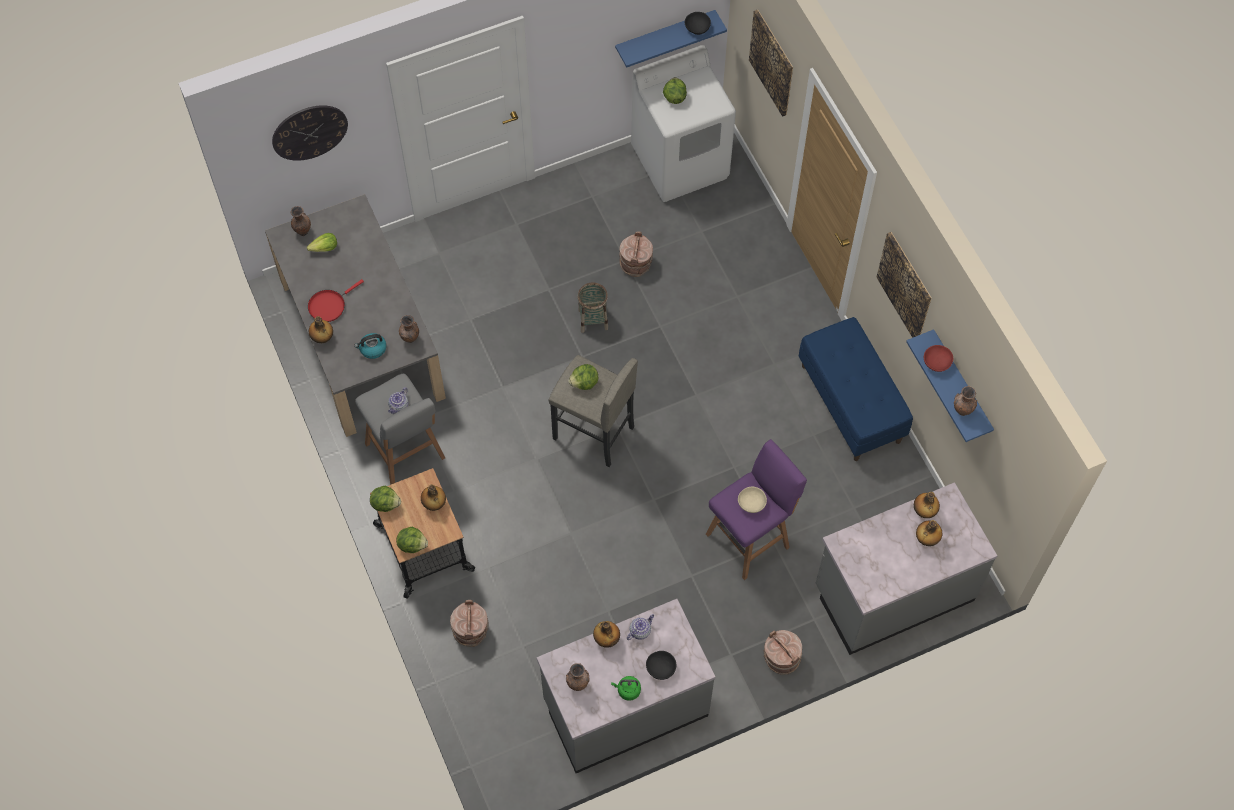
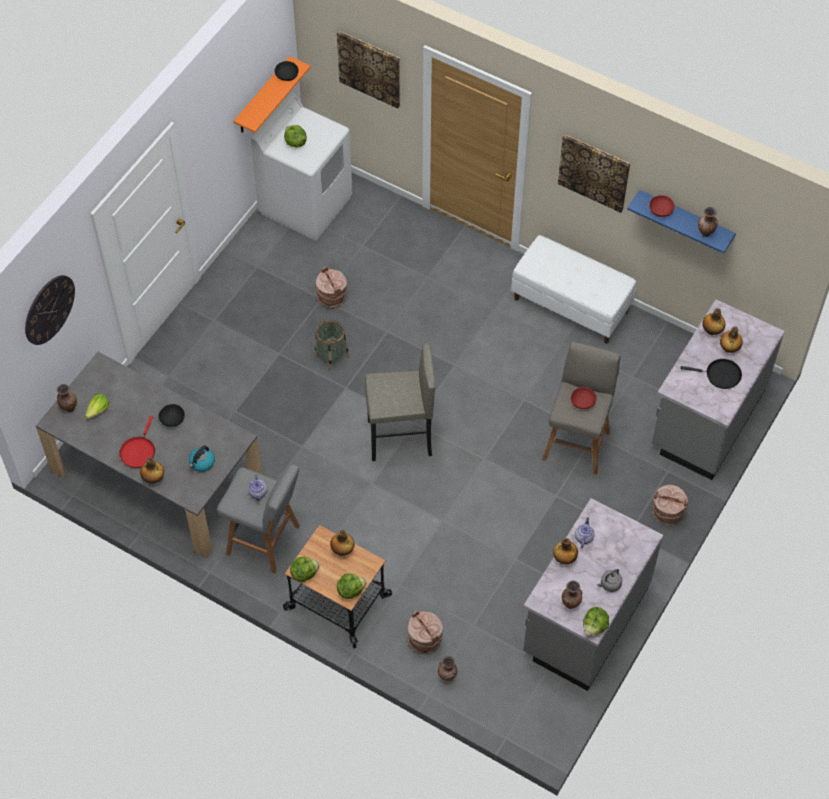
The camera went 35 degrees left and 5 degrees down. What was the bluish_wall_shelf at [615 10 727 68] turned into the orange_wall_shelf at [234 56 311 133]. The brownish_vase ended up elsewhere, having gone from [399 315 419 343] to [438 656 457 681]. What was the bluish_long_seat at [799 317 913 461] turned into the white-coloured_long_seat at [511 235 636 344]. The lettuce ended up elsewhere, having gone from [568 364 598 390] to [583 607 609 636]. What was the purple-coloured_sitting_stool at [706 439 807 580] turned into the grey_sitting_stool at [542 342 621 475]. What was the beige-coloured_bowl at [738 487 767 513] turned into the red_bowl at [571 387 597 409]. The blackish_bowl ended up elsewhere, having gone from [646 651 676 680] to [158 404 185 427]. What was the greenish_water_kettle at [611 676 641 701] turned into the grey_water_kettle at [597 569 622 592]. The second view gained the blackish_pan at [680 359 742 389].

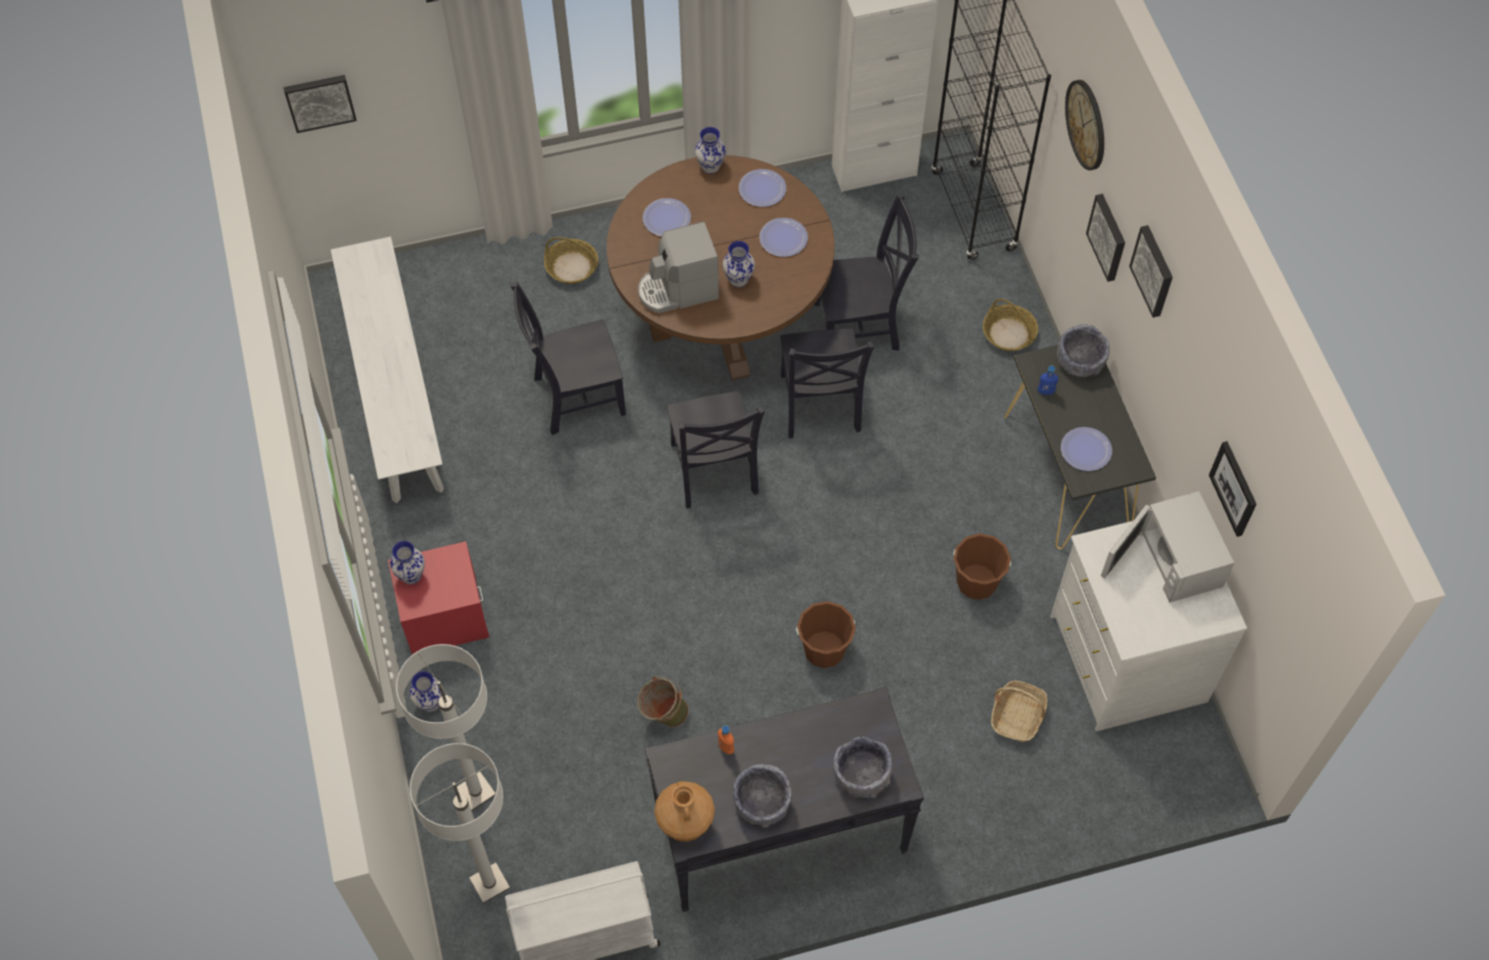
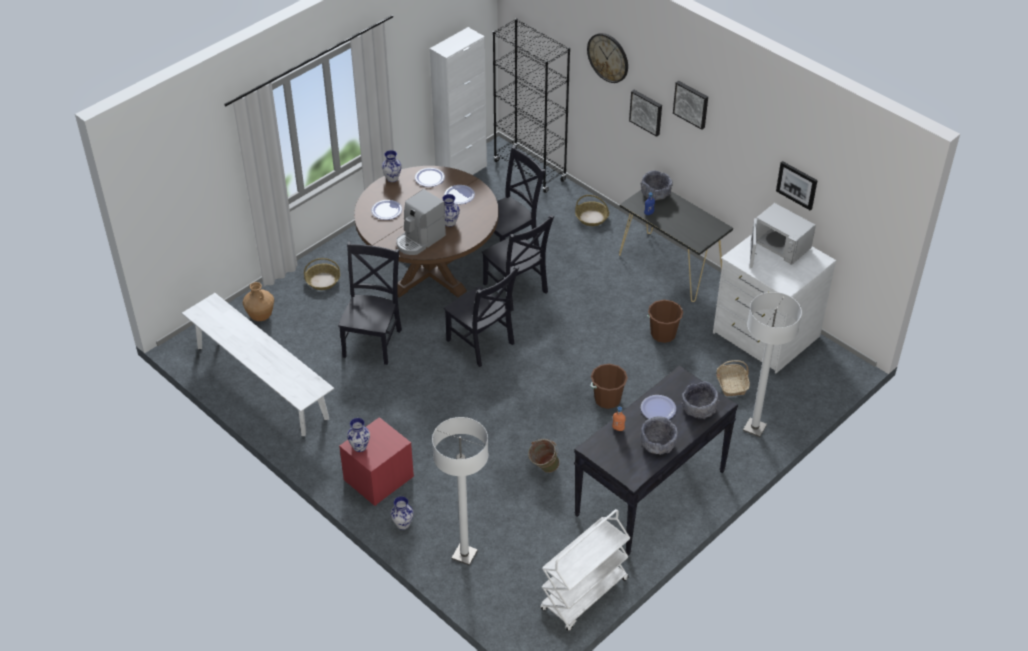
The camera went 30 degrees left and 15 degrees down. The second view lost the wall_picture at [283 75 357 133]. The blackish_upright_chair at [510 282 626 435] ended up facing another way, 150 degrees clockwise from before. The dinner_plate ended up elsewhere, having gone from [1061 427 1112 471] to [641 395 676 420]. The white-coloured_standing_lamp ended up elsewhere, having gone from [410 743 510 904] to [743 292 802 437]. The brownish_vase ended up elsewhere, having gone from [654 781 715 842] to [243 282 274 321].

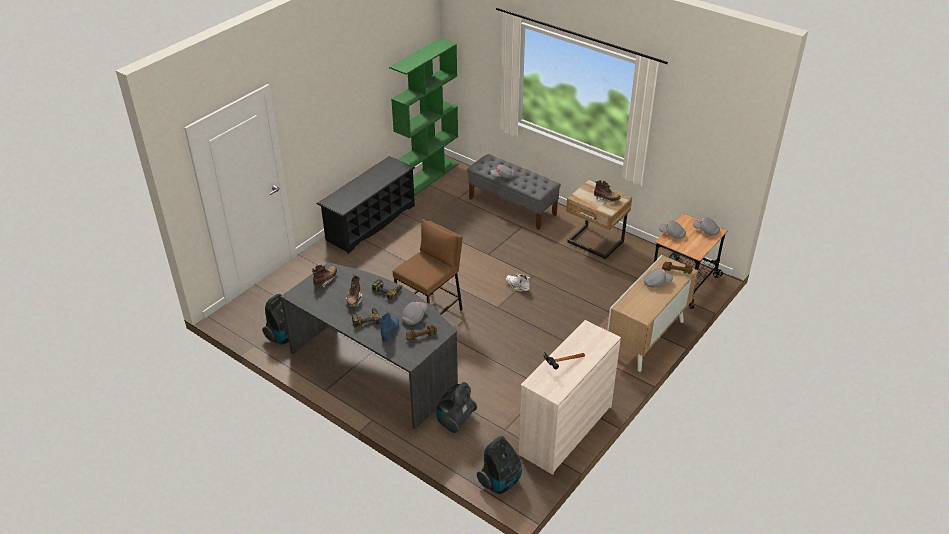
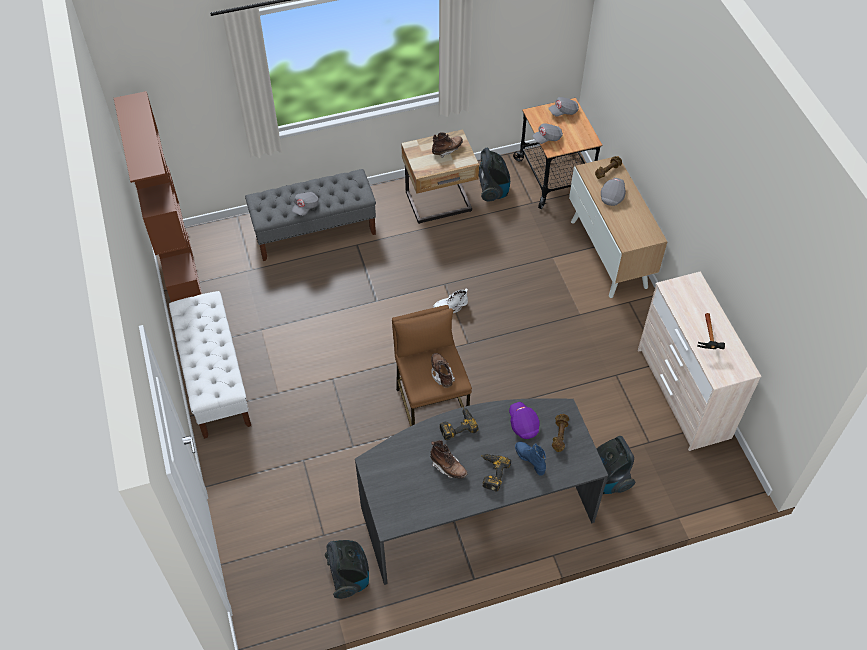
The camera went 55 degrees left and 15 degrees up. What was the greenish_bookshelf at [389 38 459 196] turned into the brownish_bookshelf at [114 91 202 302]. Where the blackish_shoe_stand stood at [317 156 415 254], the white-coloured_long_seat came to stand at [169 291 251 439]. The brownish_boot ended up elsewhere, having gone from [312 265 337 287] to [431 353 455 388]. What was the grey_peaked_cap at [402 302 427 325] turned into the purple-coloured_peaked_cap at [509 402 539 439]. The vacuum_cleaner ended up elsewhere, having gone from [477 436 522 494] to [479 148 510 202].

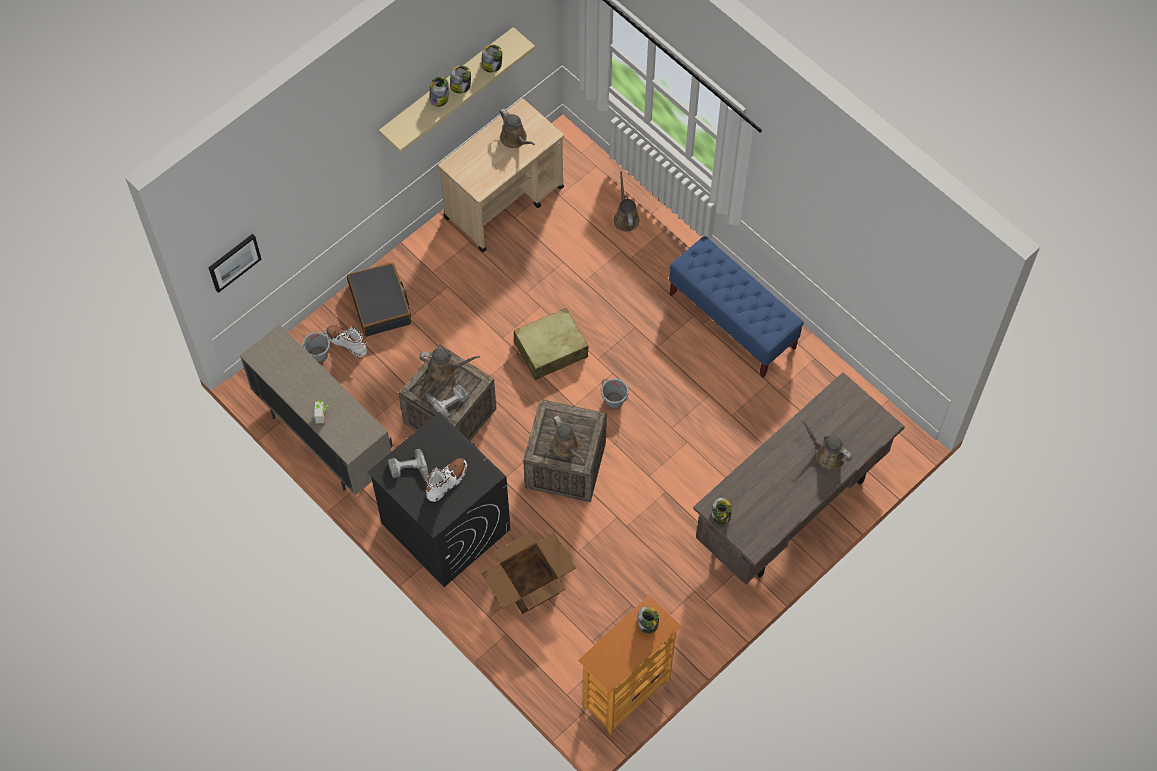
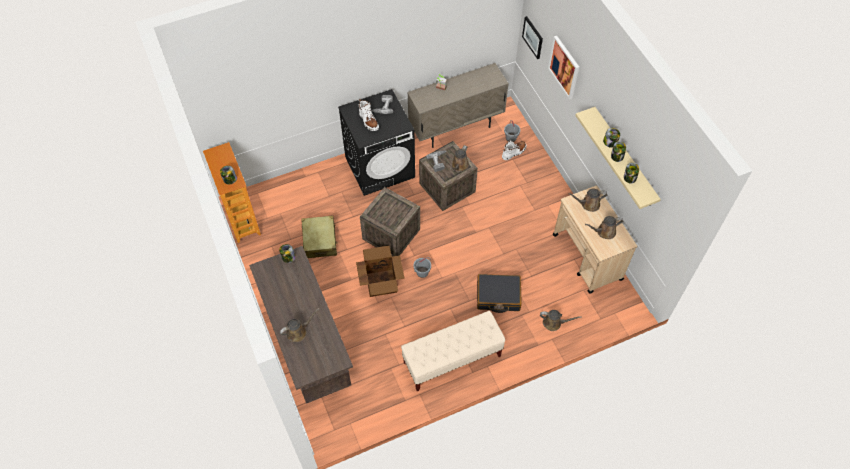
The camera went 110 degrees right and 5 degrees down. What was the bluish_long_seat at [669 236 804 378] turned into the beige-coloured_long_seat at [401 311 505 391]. The blackish_travel_case ended up elsewhere, having gone from [347 262 411 337] to [477 274 522 313]. The beige-coloured_travel_case ended up elsewhere, having gone from [514 308 588 380] to [301 215 337 258]. The brownish_watering_can ended up elsewhere, having gone from [551 416 585 463] to [568 189 607 212]. The carton ended up elsewhere, having gone from [481 532 576 614] to [356 246 404 297]. The second view gained the wall_picture at [548 36 579 99].

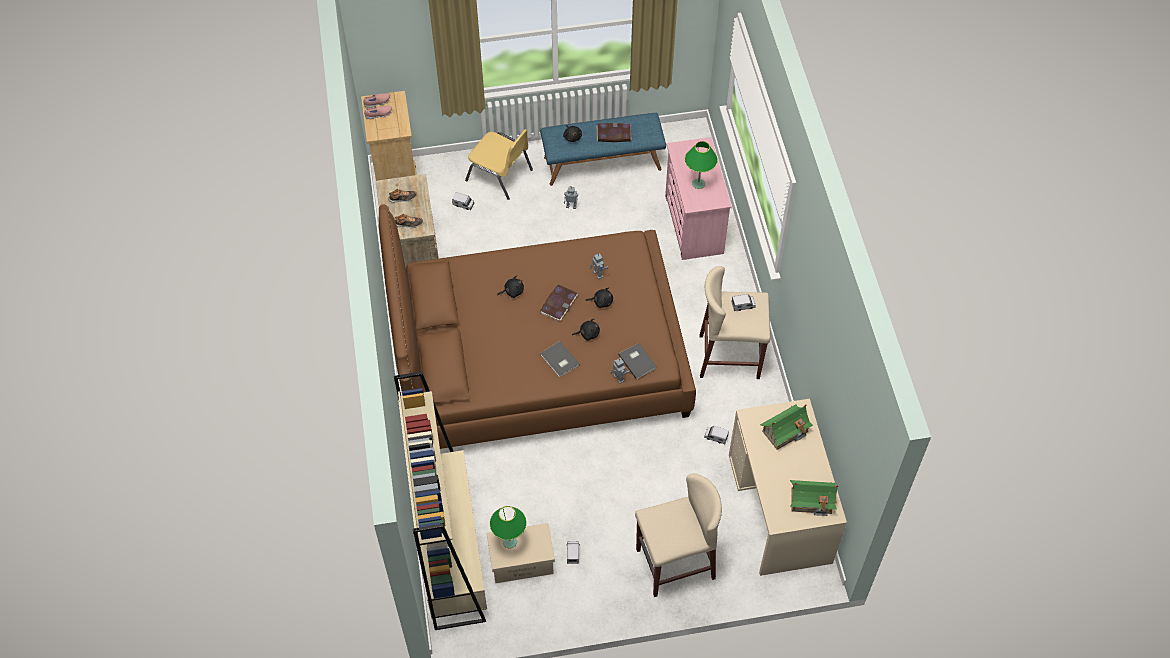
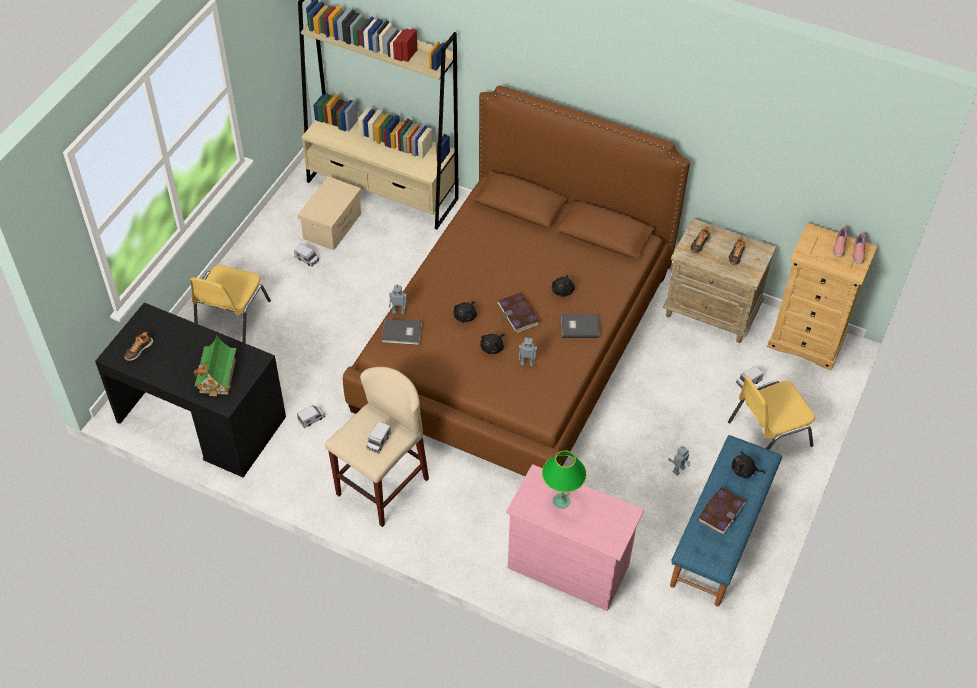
The camera went 125 degrees right and 5 degrees down. The grey_volume ended up elsewhere, having gone from [541 341 580 378] to [561 314 600 338]. What was the beige-coloured_desk at [729 399 847 576] turned into the blackish_desk at [95 303 286 478]. Where the beige-coloured_sitting_stool stood at [635 473 722 597], the yellow-coloured_upright_chair came to stand at [190 265 271 343]. Where the toy_house stood at [790 480 838 516], the low_shoe came to stand at [124 332 153 361]. The second view lost the greenish_table_lamp at [490 506 527 548].

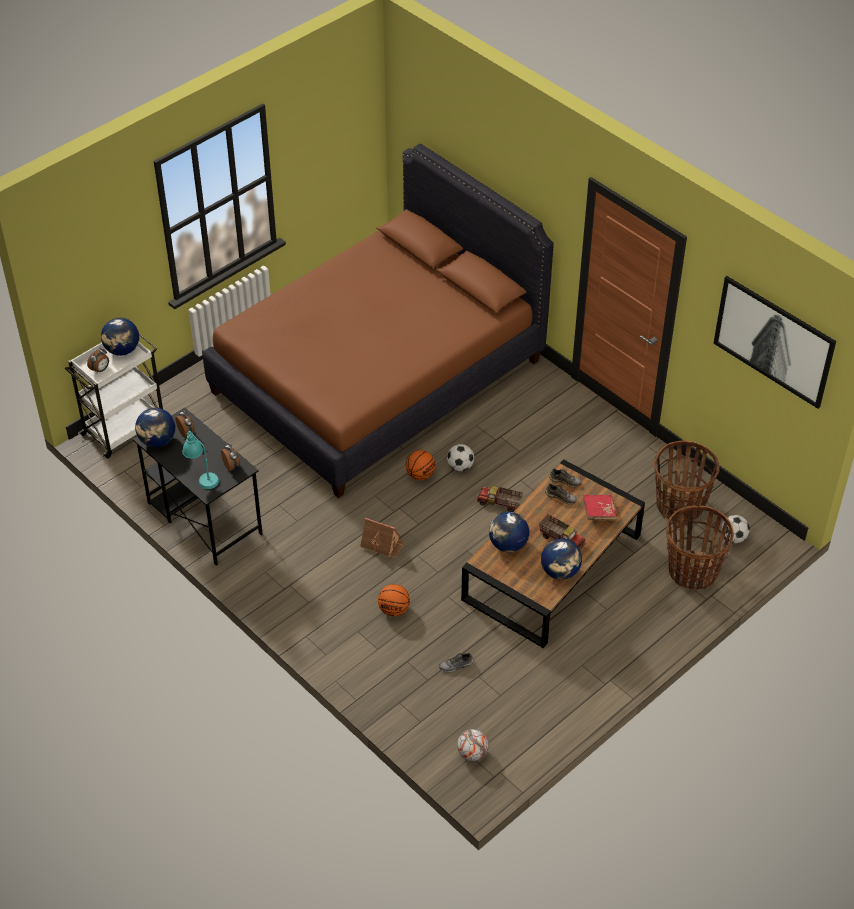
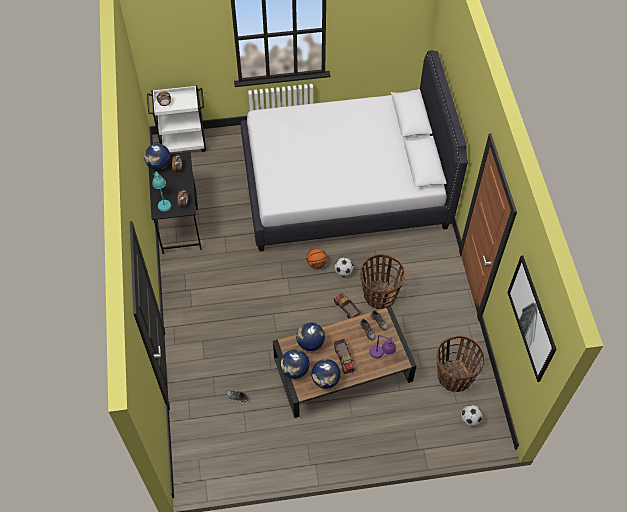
The camera went 35 degrees right and 10 degrees up. What was the brownish_bed at [203 144 554 498] turned into the white-coloured_bed at [240 50 468 252]. The world_globe ended up elsewhere, having gone from [101 318 139 356] to [280 349 310 379]. Where the red_volume stood at [582 495 617 520], the purple-coloured_table_lamp came to stand at [369 335 396 358]. The storage_basket ended up elsewhere, having gone from [666 505 734 590] to [360 254 405 309]. The second view lost the toy_house at [360 518 405 559]. The second view lost the ball_for_basketball at [378 584 410 616]. The second view lost the football_ball at [457 729 489 761].

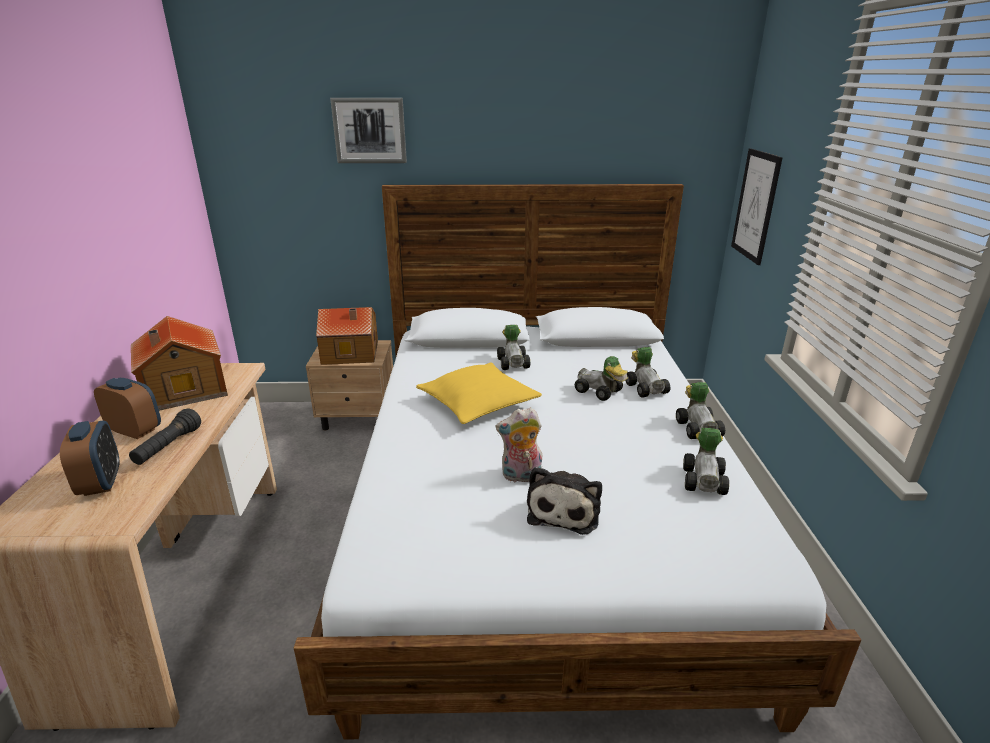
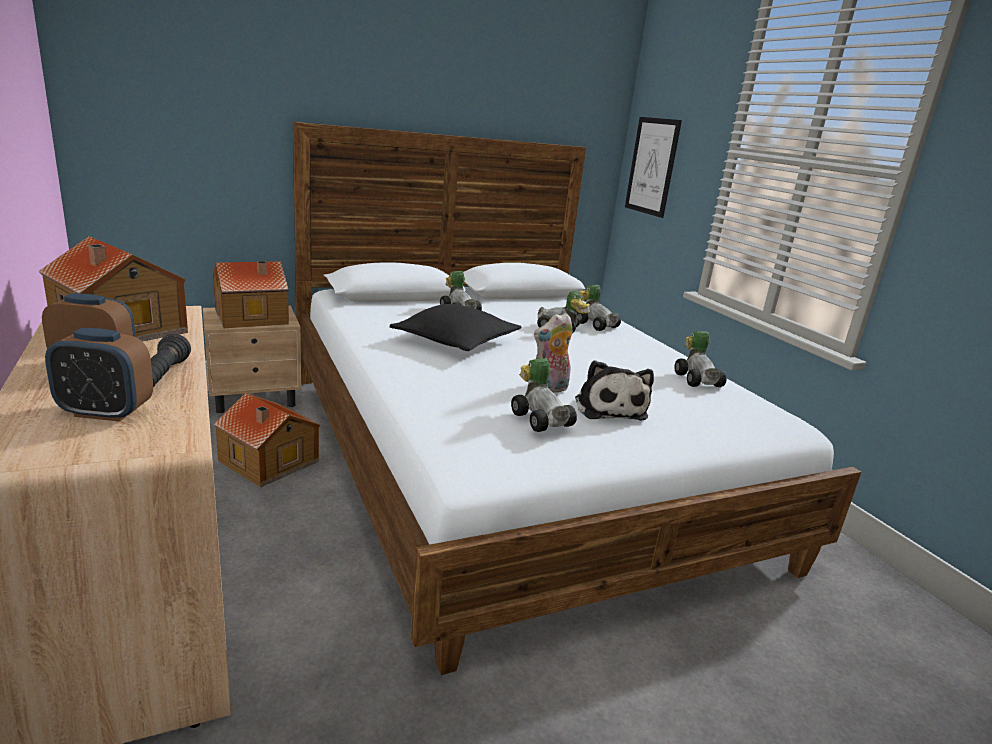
The camera went 25 degrees left and 5 degrees down. The second view lost the wall_picture at [330 98 407 163]. What was the yellow-coloured_throw_pillow at [416 362 542 424] turned into the blackish_throw_pillow at [389 304 521 351]. The model_car ended up elsewhere, having gone from [676 382 725 439] to [511 358 577 432]. The bedside_clock at [60 421 119 496] ended up facing another way, 135 degrees clockwise from before. The second view gained the toy_house at [214 393 320 487].

